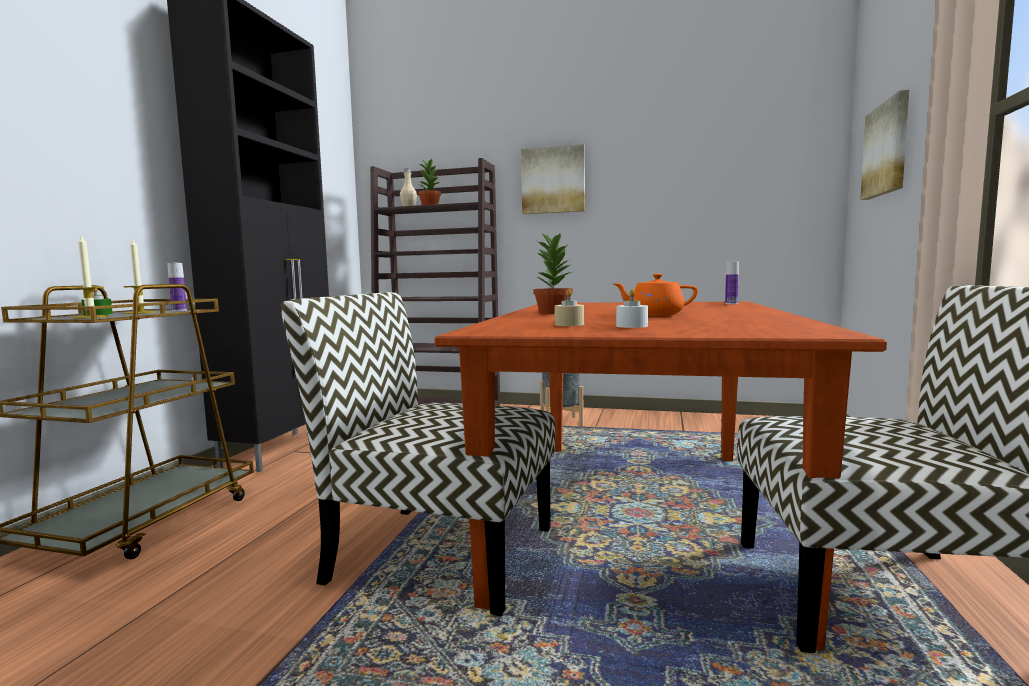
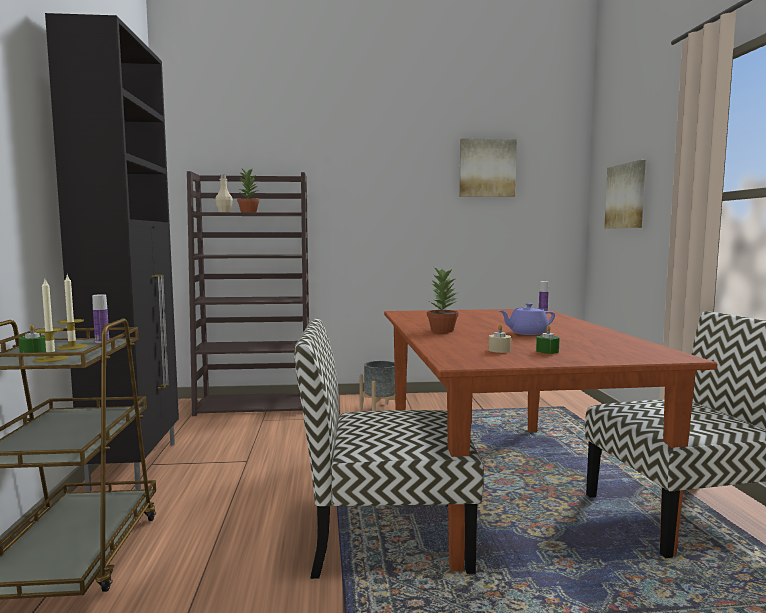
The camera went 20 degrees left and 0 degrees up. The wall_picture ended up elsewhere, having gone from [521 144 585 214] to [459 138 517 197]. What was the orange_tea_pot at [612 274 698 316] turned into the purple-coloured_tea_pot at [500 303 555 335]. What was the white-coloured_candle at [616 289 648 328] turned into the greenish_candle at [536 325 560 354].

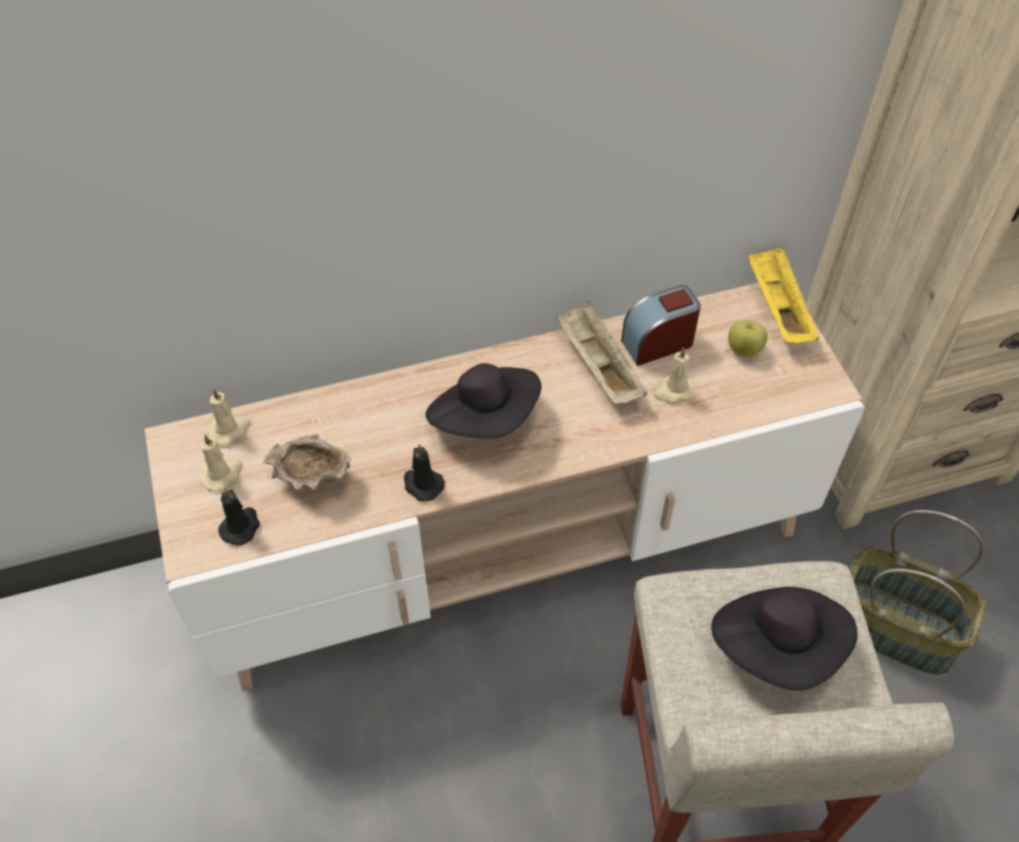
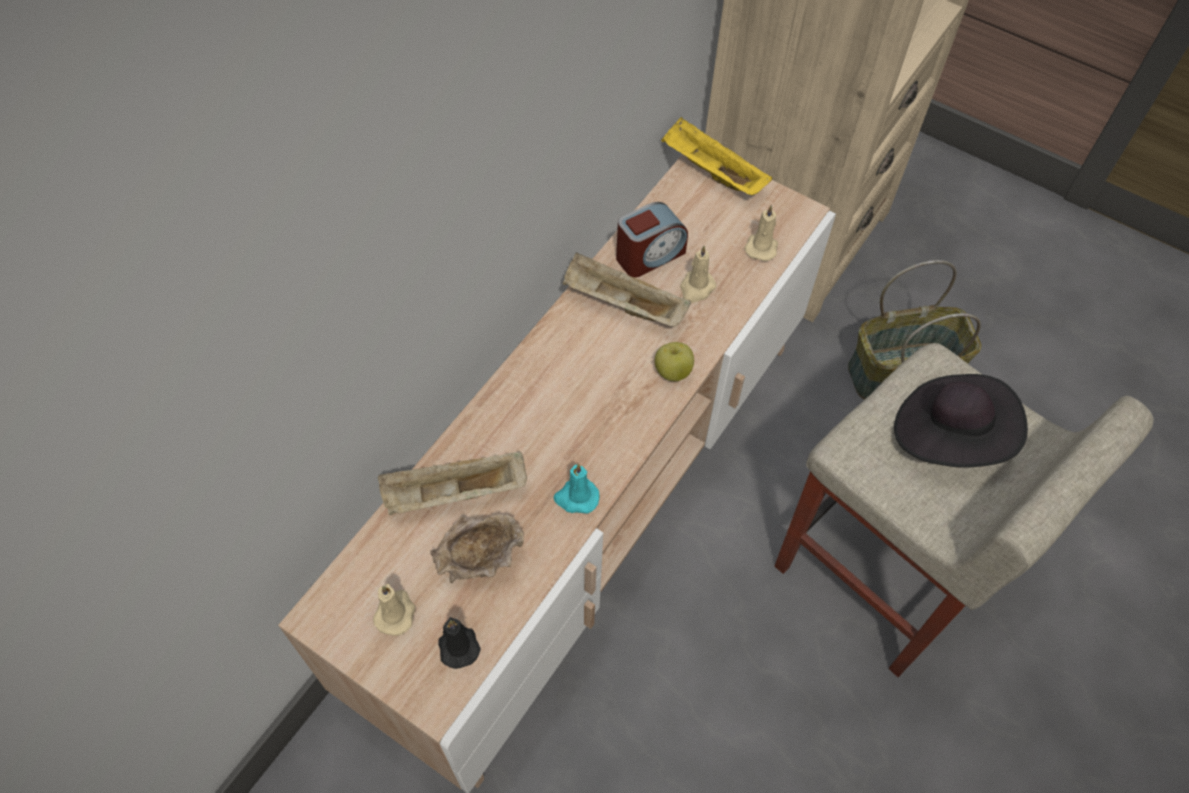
The camera went 40 degrees left and 5 degrees up. The bedside_clock at [621 285 701 366] ended up facing another way, 150 degrees counterclockwise from before. The whole_apple ended up elsewhere, having gone from [728 320 768 356] to [655 342 694 381]. The second view lost the blackish_clothing_hat at [425 363 541 439]. The beige-coloured_candle ended up elsewhere, having gone from [208 388 251 446] to [744 205 778 261]. What was the blackish_candle at [404 444 444 501] turned into the turquoise_candle at [553 464 599 513]. The second view gained the beige-coloured_serving_tray at [378 451 527 515].

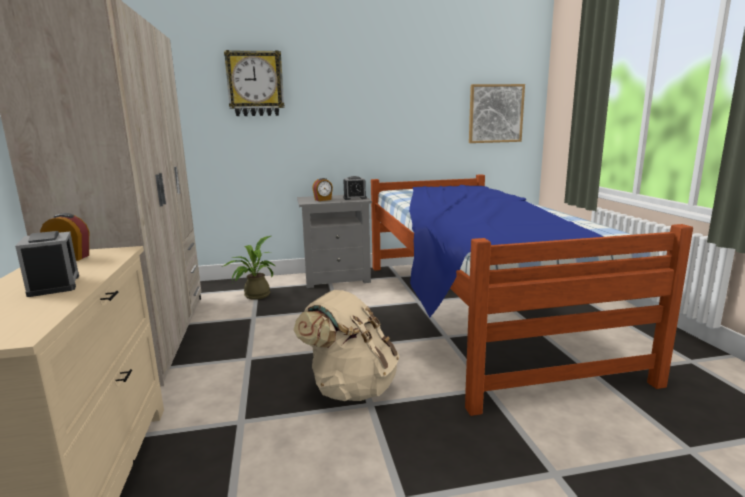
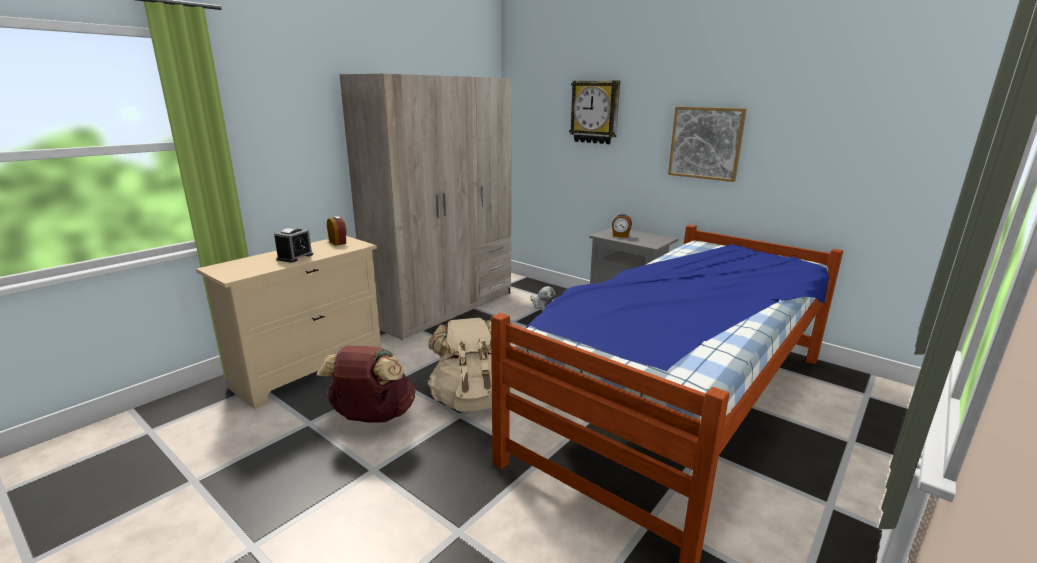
The camera went 50 degrees right and 5 degrees up. The wall_picture ended up elsewhere, having gone from [469 84 525 143] to [668 107 746 182]. The second view lost the bedside_clock at [343 176 367 200]. Where the houseplant stood at [222 236 275 300], the cuddly_toy came to stand at [531 286 556 310]. The second view gained the brownish_knapsack at [317 345 415 422].

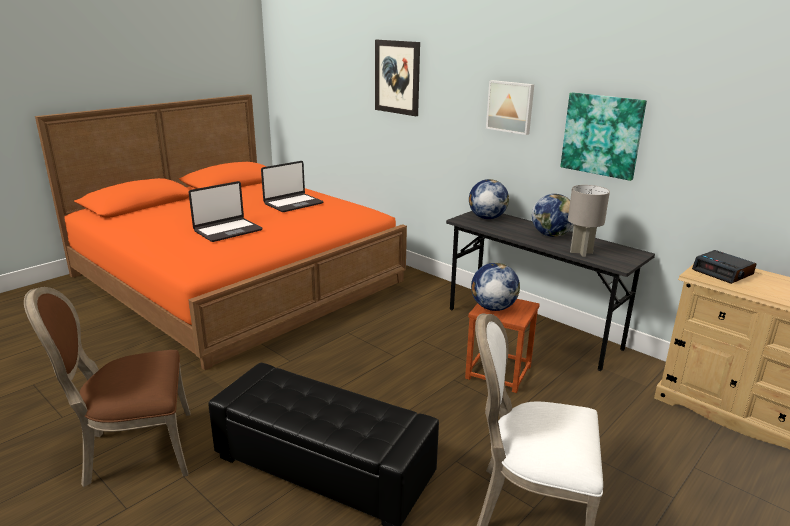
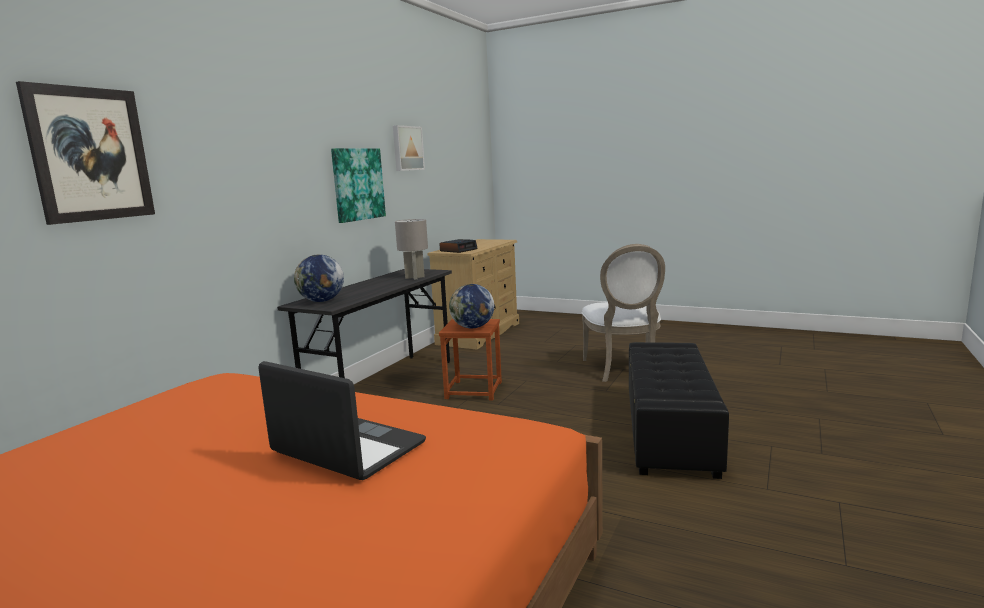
The camera went 105 degrees left and 10 degrees down. The wall_picture ended up elsewhere, having gone from [486 80 534 135] to [393 125 425 171]. The second view lost the notebook_computer at [261 161 324 212]. The second view lost the world_globe at [532 194 574 237]. The second view lost the brownish_upright_chair at [24 287 191 487].

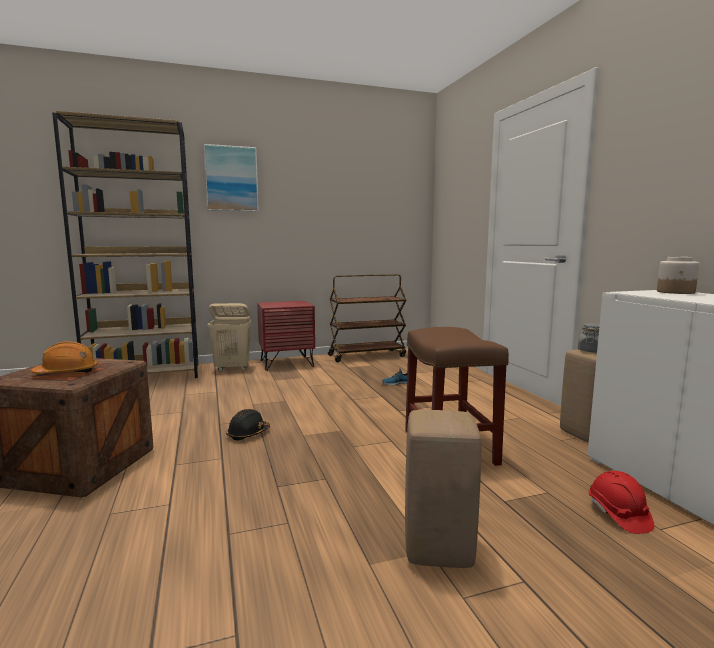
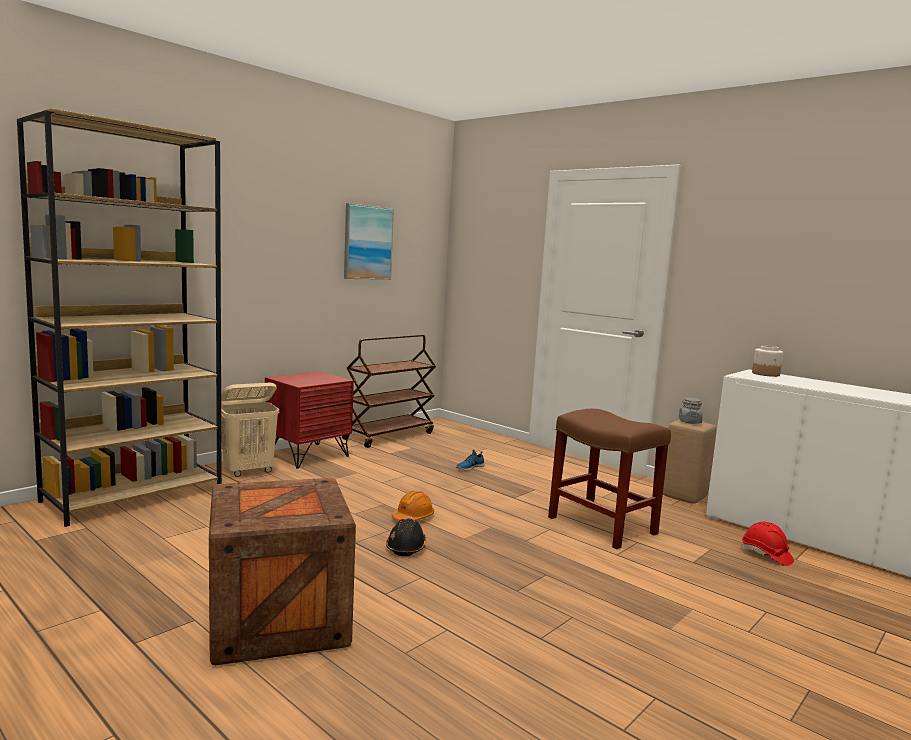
The camera went 30 degrees left and 0 degrees up. The wall_picture ended up elsewhere, having gone from [204 144 259 212] to [344 203 394 280]. The orange_safety_helmet ended up elsewhere, having gone from [31 341 98 373] to [392 491 434 521]. The second view lost the beige-coloured_sitting_stool at [405 410 481 568].

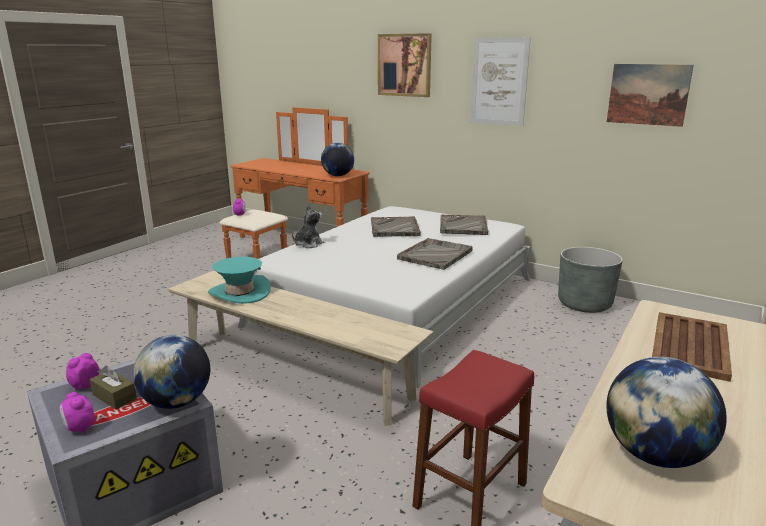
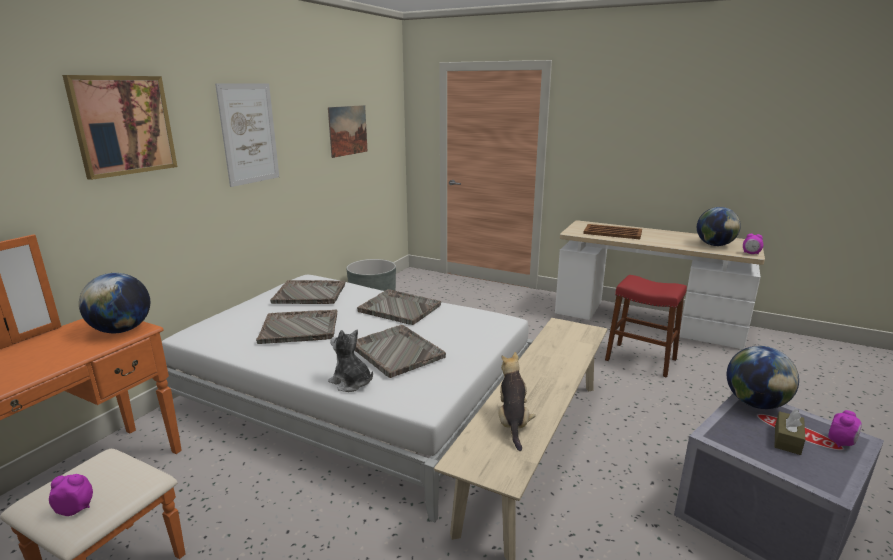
The camera went 95 degrees left and 0 degrees up. Where the turquoise_clothing_hat stood at [208 257 271 304], the cuddly_toy came to stand at [499 352 536 451]. The bedside_clock ended up elsewhere, having gone from [66 353 100 391] to [743 234 763 254]. The second view gained the grey_serving_tray at [354 325 446 378].

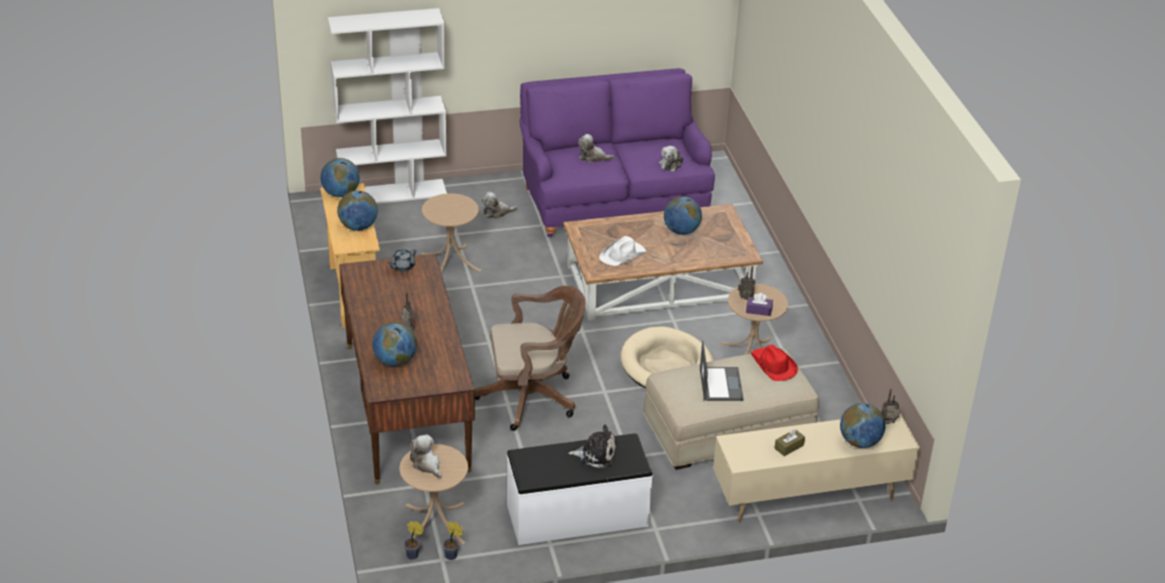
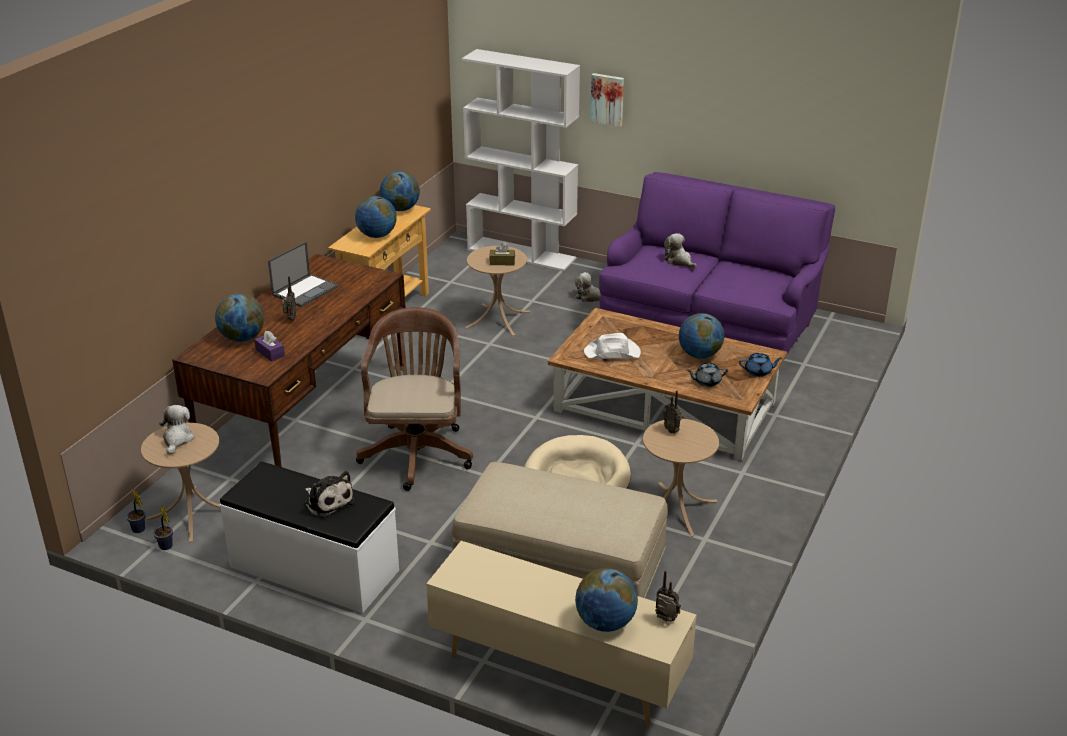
The camera went 40 degrees right and 5 degrees down. The second view lost the cuddly_toy at [659 146 683 172]. The grey_tea_pot ended up elsewhere, having gone from [388 249 416 271] to [687 363 728 387]. The brownish_office_chair at [475 286 586 431] ended up facing another way, 120 degrees counterclockwise from before. The purple-coloured_tissue_holder ended up elsewhere, having gone from [746 293 773 316] to [254 331 285 362]. The notebook_computer ended up elsewhere, having gone from [700 340 744 401] to [268 242 339 307]. The second view lost the red_clothing_hat at [751 345 798 381]. The brownish_tissue_holder ended up elsewhere, having gone from [774 429 805 456] to [489 244 515 265]. The second view gained the wall_picture at [590 73 624 127]. The second view gained the bluish_tea_pot at [739 353 782 377].

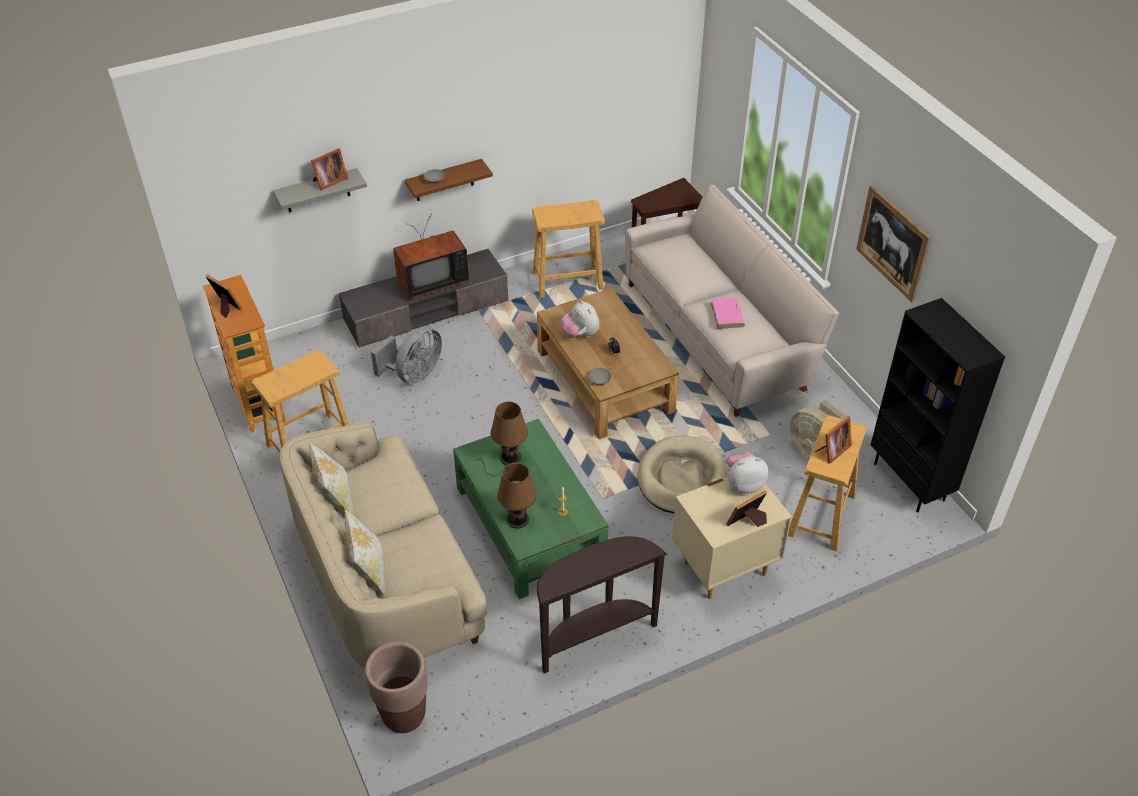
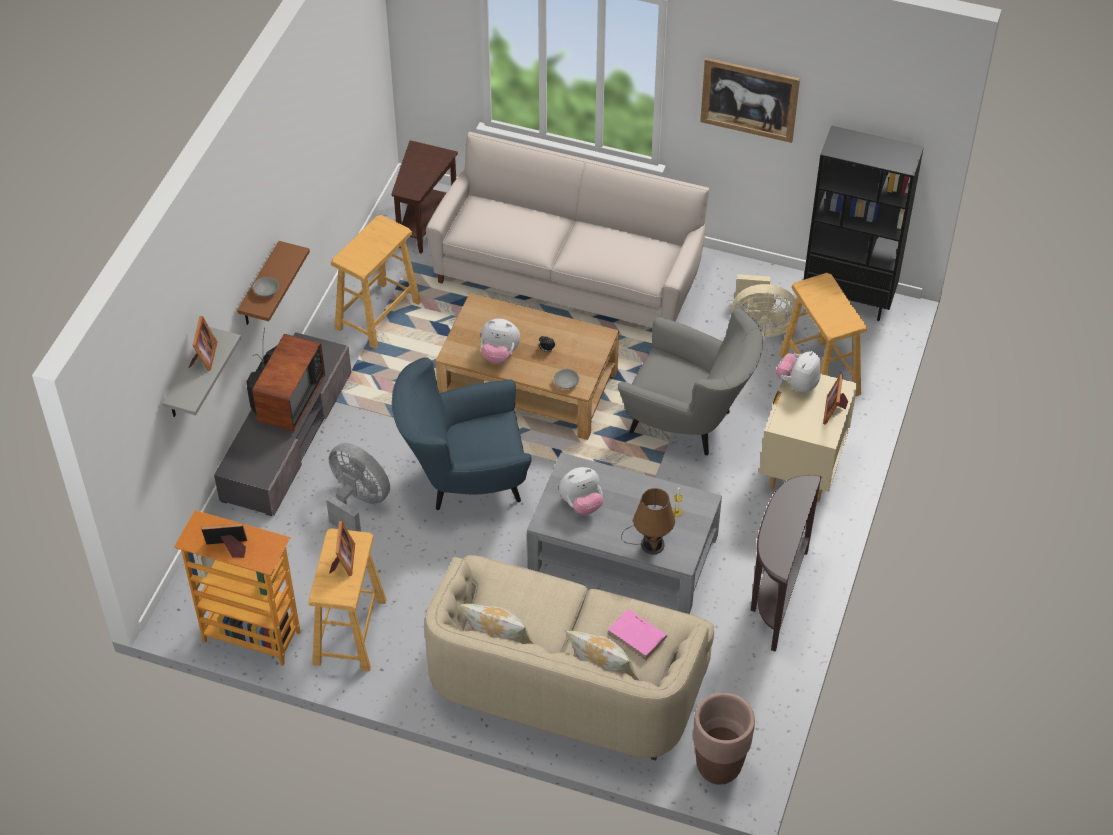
The camera went 45 degrees left and 5 degrees up. The pink_volume ended up elsewhere, having gone from [711 298 745 329] to [607 609 667 660]. The grey_cooling_fan at [371 326 442 384] ended up facing another way, 45 degrees counterclockwise from before. Where the brownish_table_lamp stood at [477 402 528 476], the cuddly_toy came to stand at [559 467 603 515]. The picture_frame ended up elsewhere, having gone from [815 416 852 464] to [329 521 355 576]. What was the greenish_coffee_table at [453 419 608 599] turned into the grey_coffee_table at [527 453 722 614]. Where the beige-coloured_dog_cushion stood at [638 435 726 514], the grey_easy_chair came to stand at [618 308 763 456]. The second view gained the bluish_easy_chair at [392 357 531 510].

